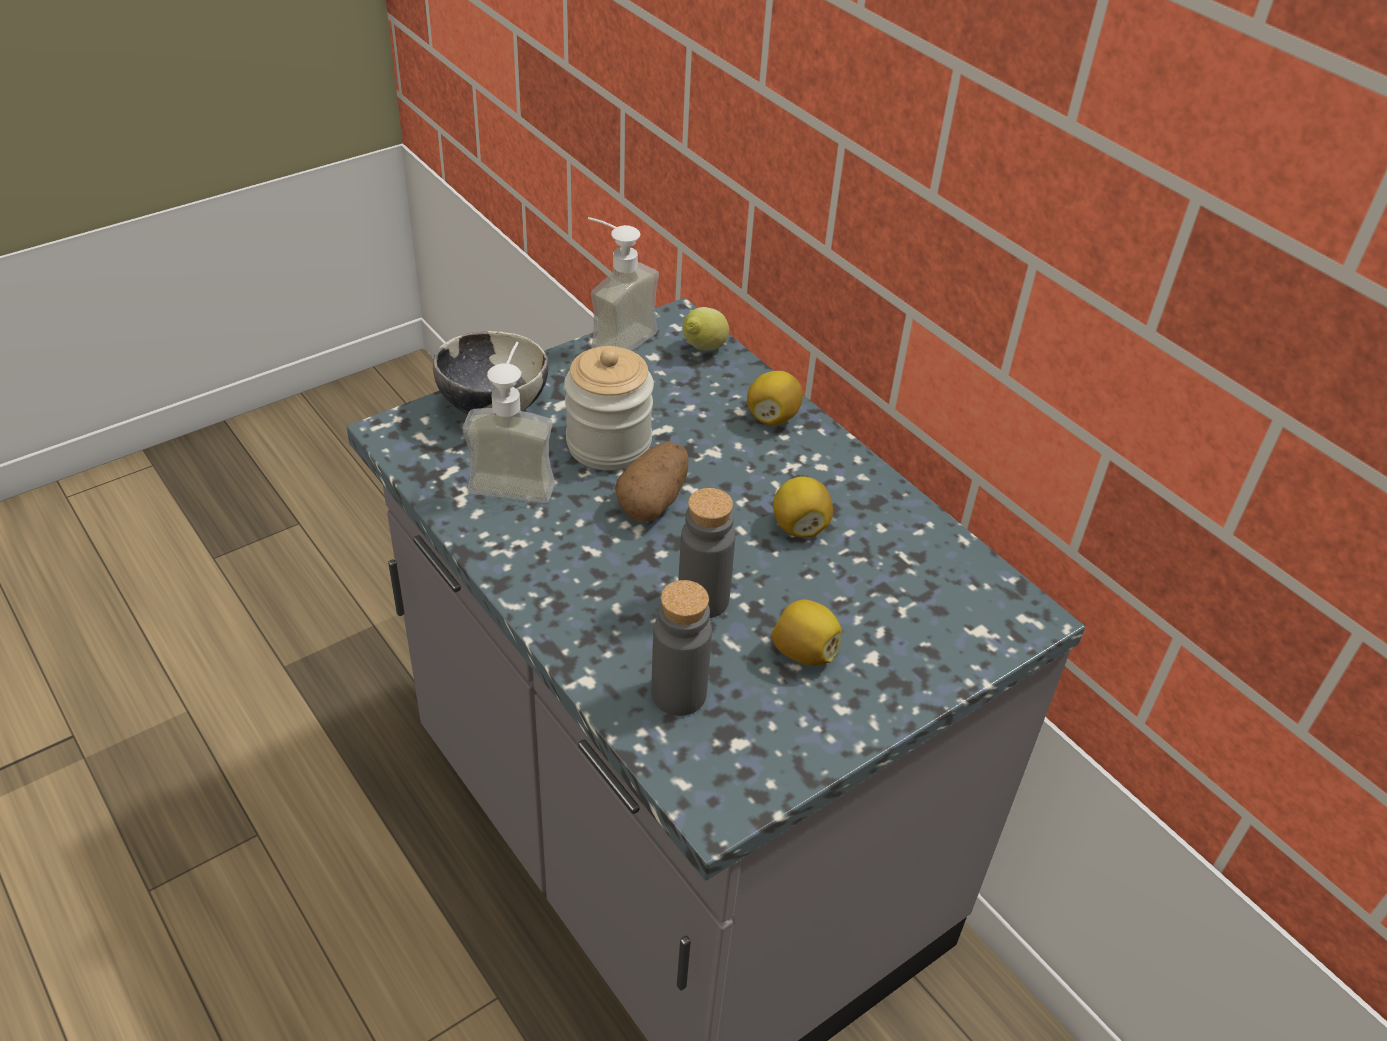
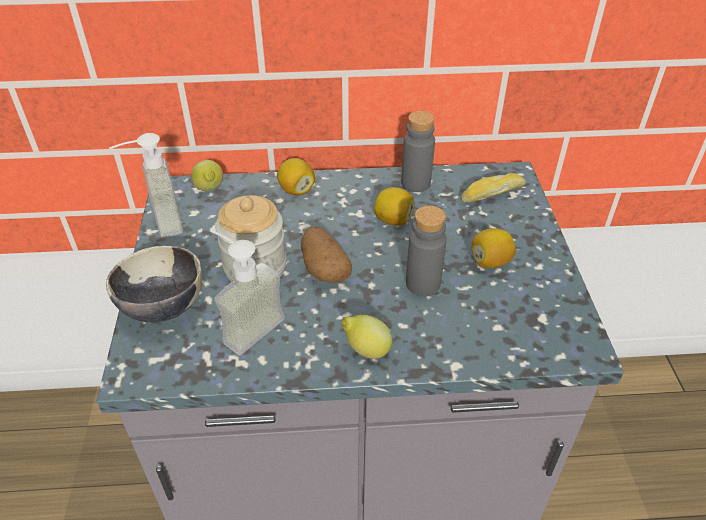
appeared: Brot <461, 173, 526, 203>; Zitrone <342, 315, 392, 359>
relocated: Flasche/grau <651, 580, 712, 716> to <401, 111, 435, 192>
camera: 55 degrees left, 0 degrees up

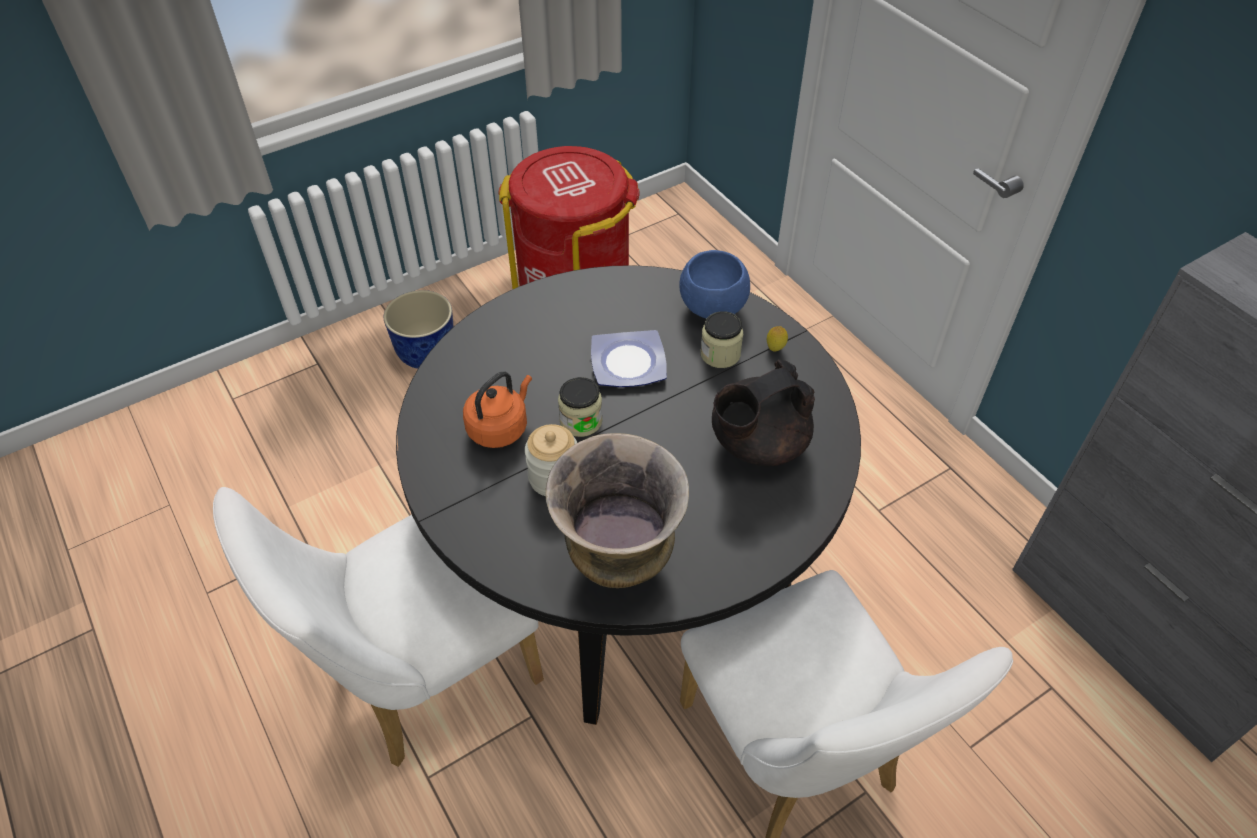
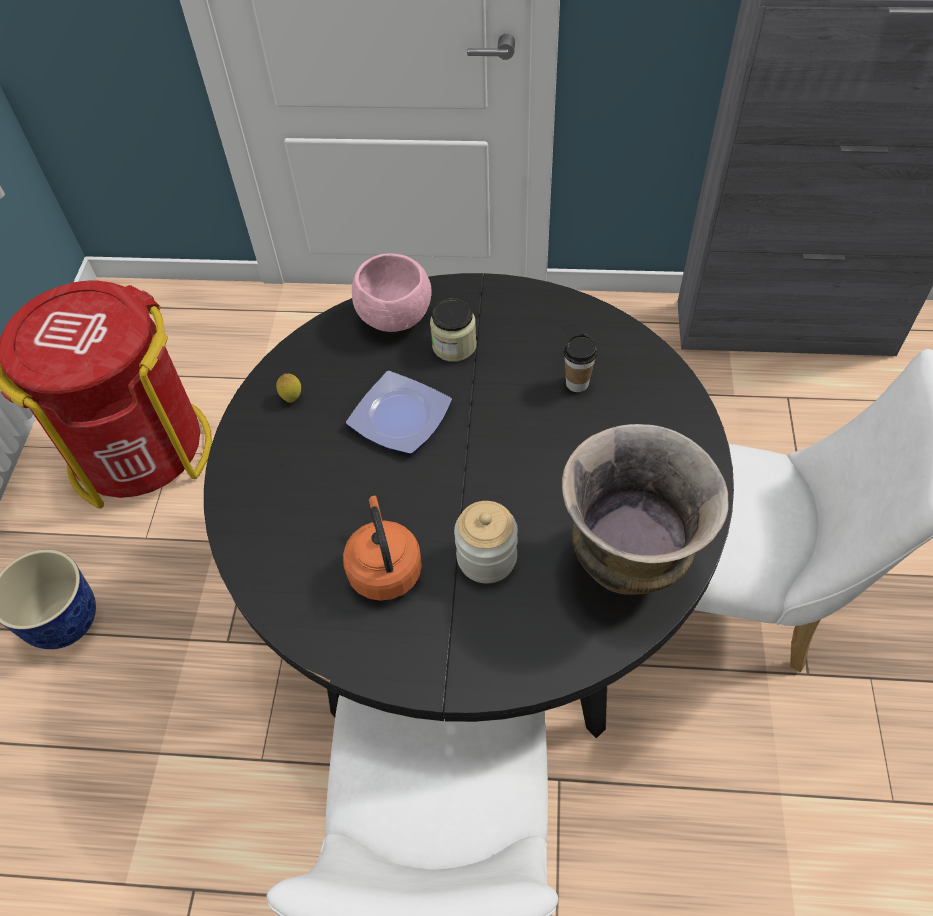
missing: Vorratsglas <558, 377, 603, 437>
relocated: Zitrone <767, 326, 788, 351> to <276, 374, 301, 403>
exchanged: Teekanne/schwarz <712, 360, 815, 466> to Tasse <564, 333, 597, 392>
colour: Schüssel/blau <679, 250, 750, 319> to Schüssel/rosa <352, 253, 431, 332>
camera: 50 degrees left, 5 degrees up

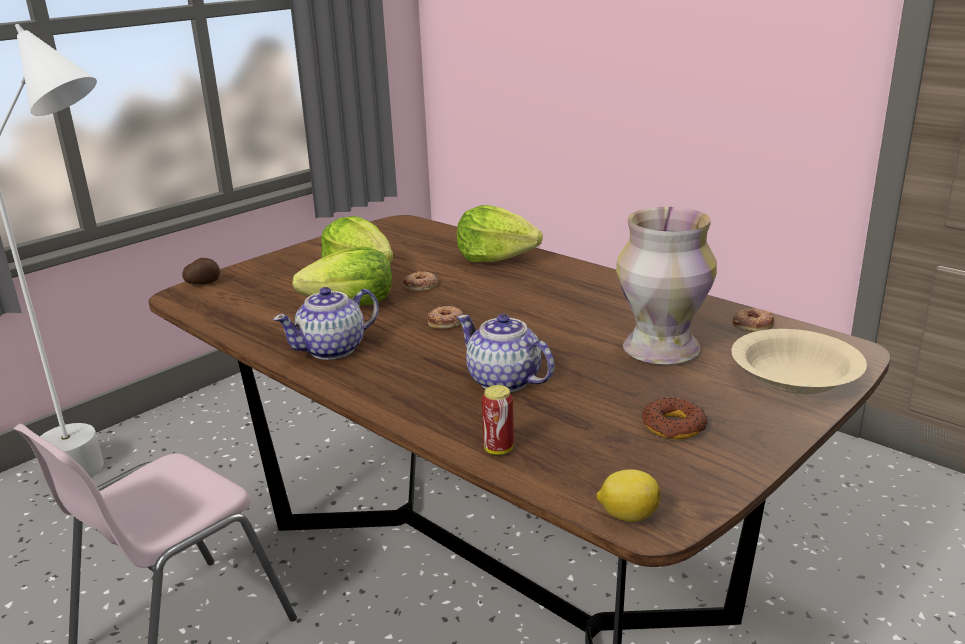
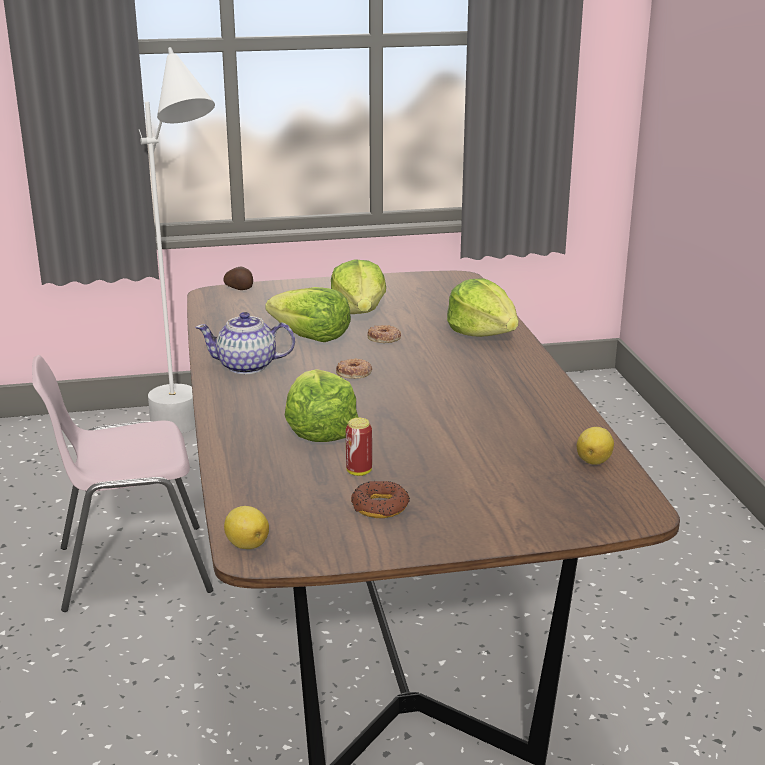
missing: Vase <616, 207, 717, 364>; Schüssel/beige <731, 329, 867, 394>
relocated: Dose <482, 385, 514, 455> to <346, 418, 372, 476>
exchanged: Donut <732, 307, 774, 332> to Zitrone <577, 427, 614, 465>; Teekanne <457, 314, 554, 392> to Salatkopf <285, 369, 359, 442>
camera: 35 degrees right, 0 degrees up

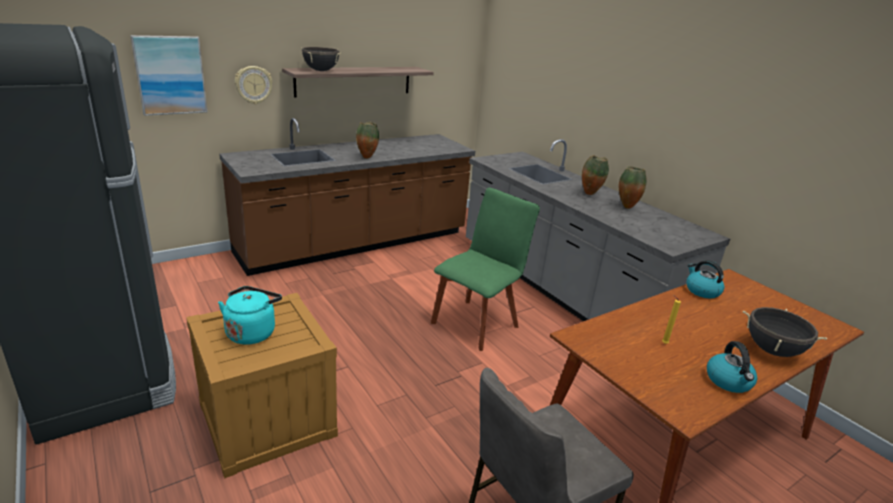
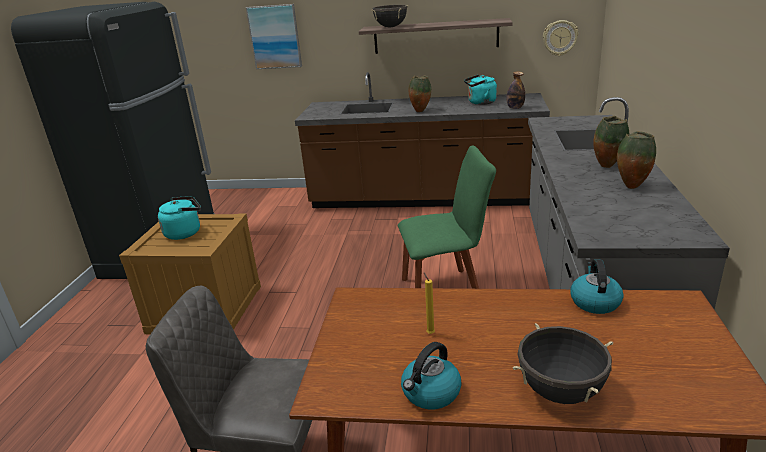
appeared: Flasche <507, 71, 525, 109>; Wasserkessel/türkis <464, 75, 497, 105>
relocated: Wanduhr <235, 66, 273, 104> to <543, 20, 578, 56>
camera: 45 degrees right, 0 degrees up

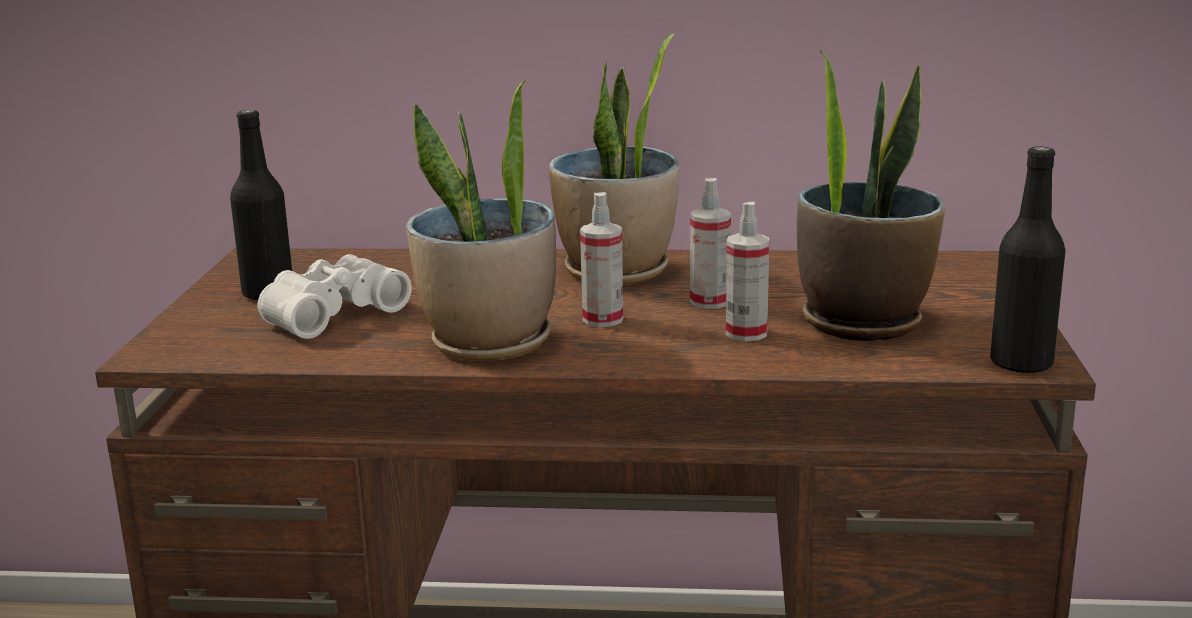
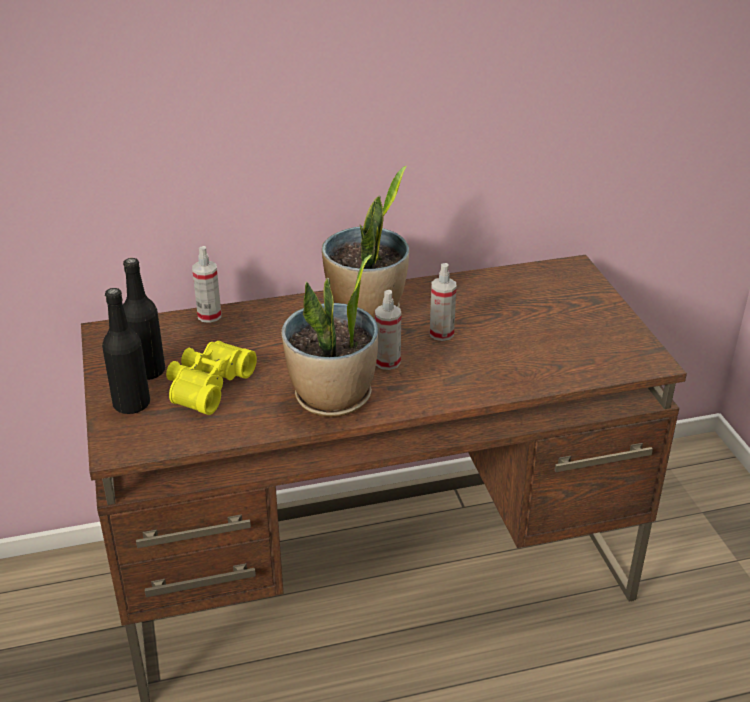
missing: Topfpflanze <797, 48, 946, 341>
relocated: Flasche/schwarz <990, 147, 1066, 373> to <102, 288, 150, 414>; Sprühflasche <726, 202, 769, 341> to <192, 246, 222, 323>
colour: Fernglas/weiß <258, 254, 412, 339> to Fernglas/gelb <166, 341, 257, 415>
camera: 20 degrees left, 15 degrees up

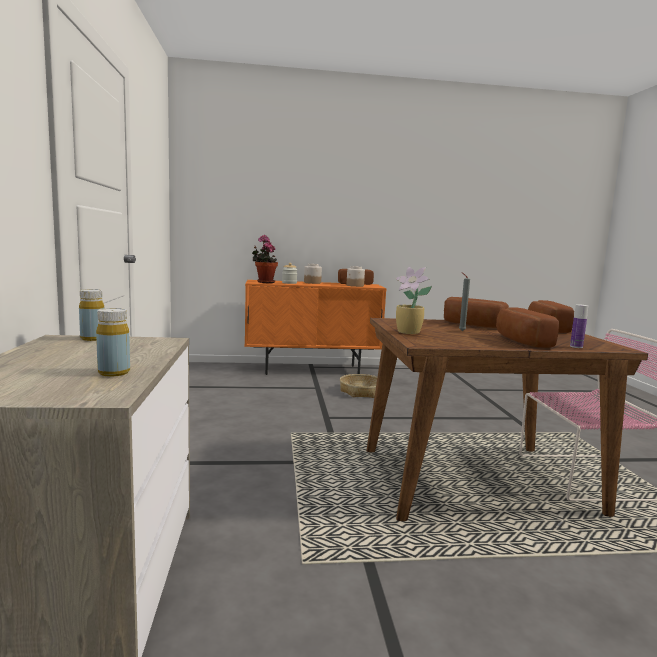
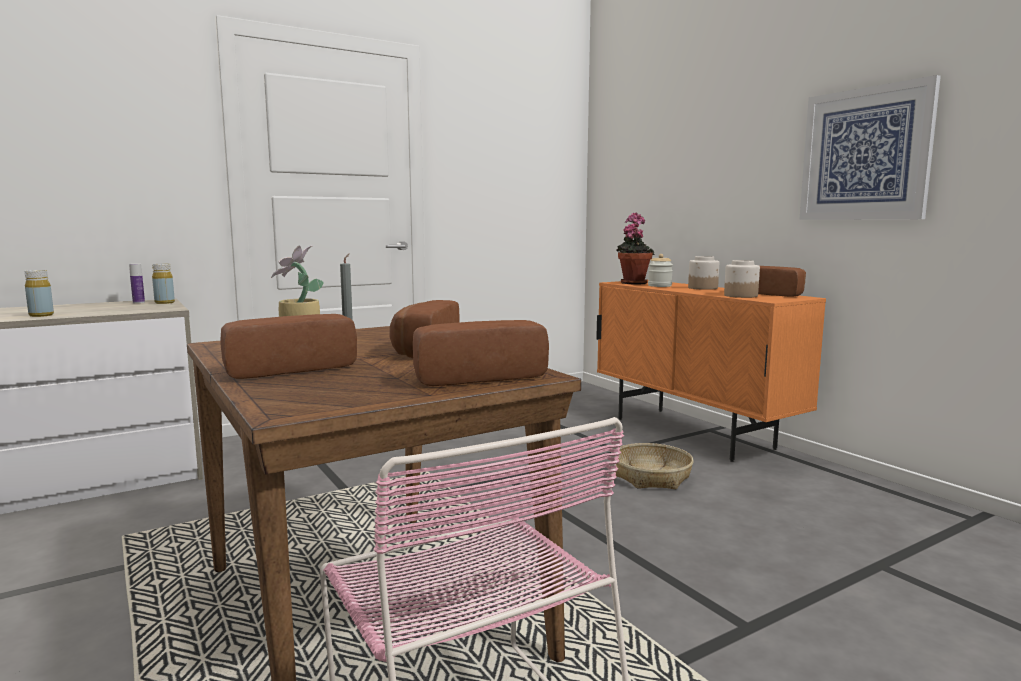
appeared: Bild <799, 75, 941, 220>
relocated: Flasche <570, 304, 588, 348> to <129, 264, 145, 303>
camera: 65 degrees right, 0 degrees up

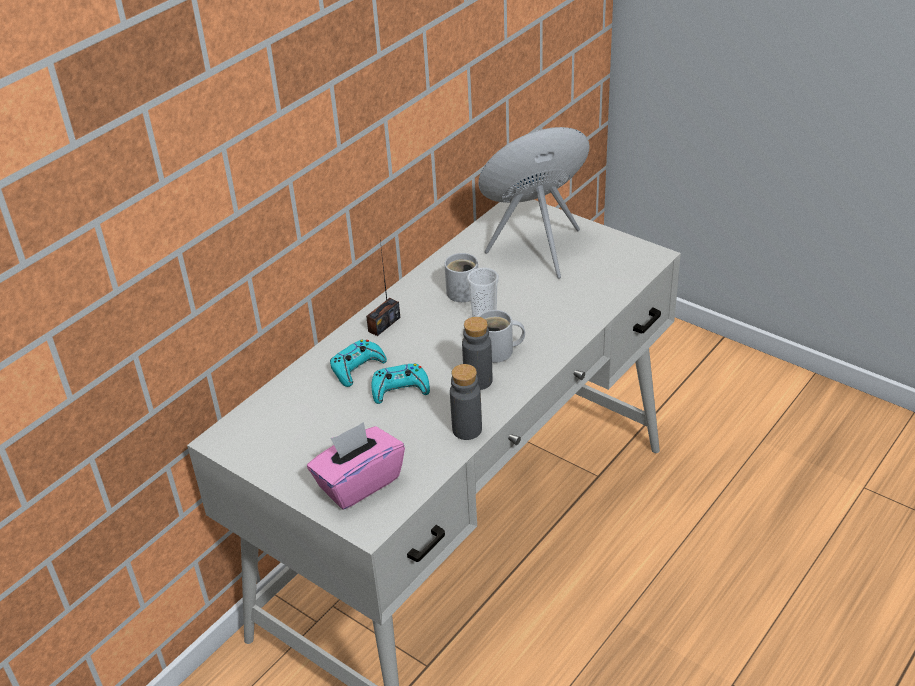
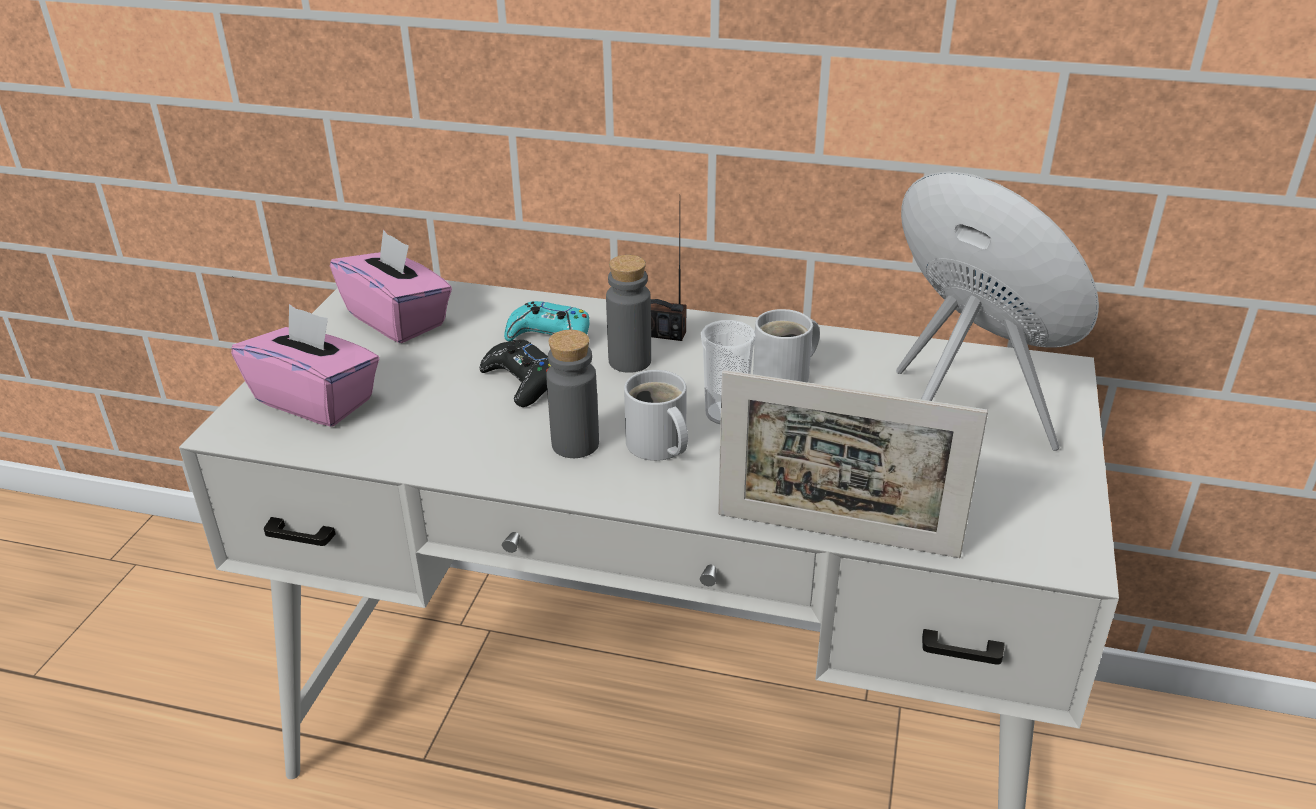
appeared: Taschentuchbox/rosa <330, 230, 452, 343>; Bilderrahmen <718, 370, 988, 558>
relocated: Flasche/grau <450, 364, 482, 440> to <606, 255, 651, 373>
colour: Gamepad/türkis <371, 364, 430, 404> to Gamepad/schwarz <480, 340, 551, 407>
camera: 65 degrees right, 5 degrees down

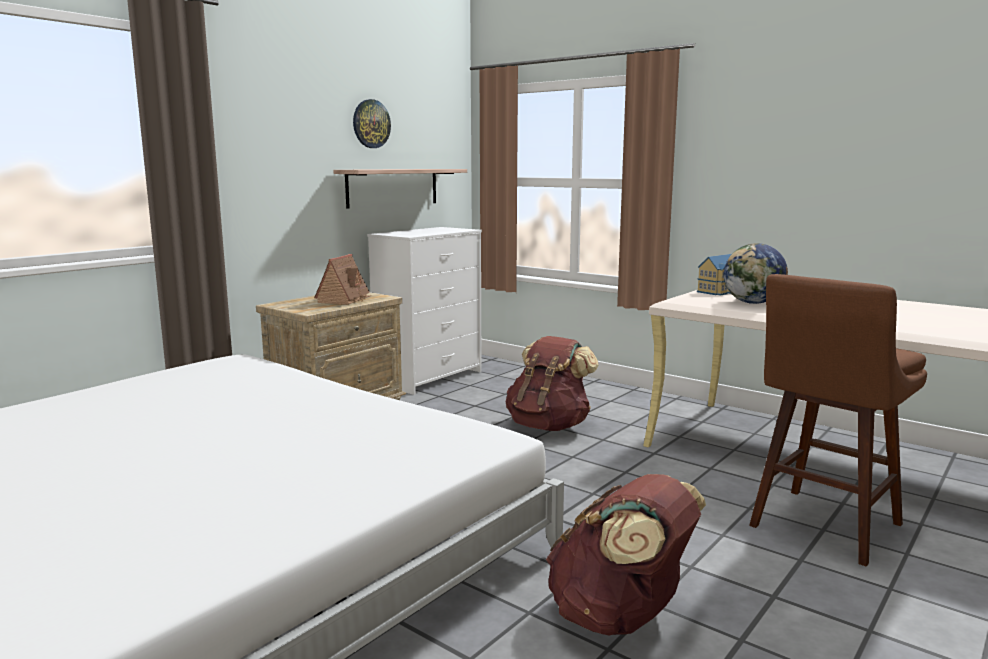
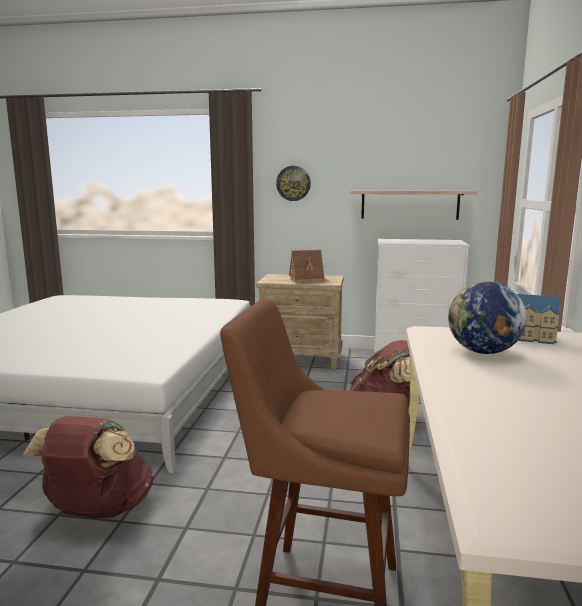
relocated: Wanduhr <353, 99, 391, 148> to <276, 166, 311, 201>
camera: 60 degrees right, 0 degrees up

